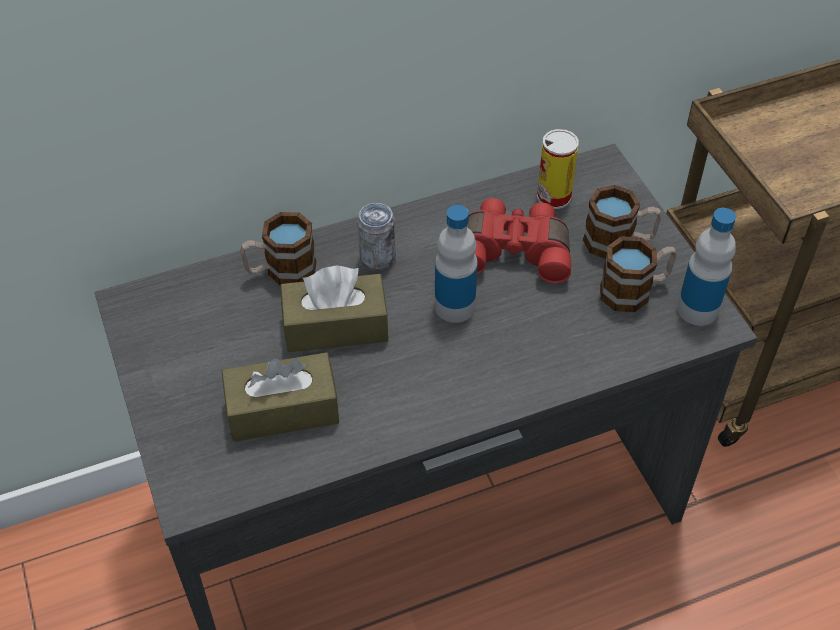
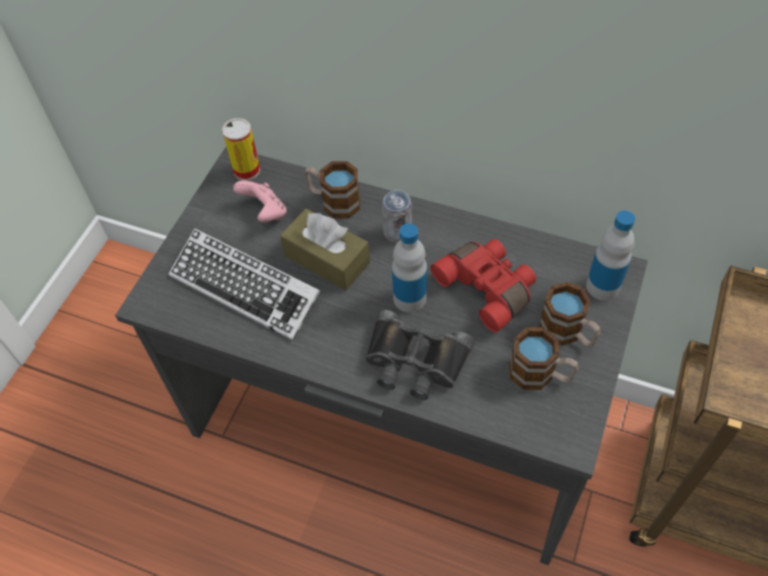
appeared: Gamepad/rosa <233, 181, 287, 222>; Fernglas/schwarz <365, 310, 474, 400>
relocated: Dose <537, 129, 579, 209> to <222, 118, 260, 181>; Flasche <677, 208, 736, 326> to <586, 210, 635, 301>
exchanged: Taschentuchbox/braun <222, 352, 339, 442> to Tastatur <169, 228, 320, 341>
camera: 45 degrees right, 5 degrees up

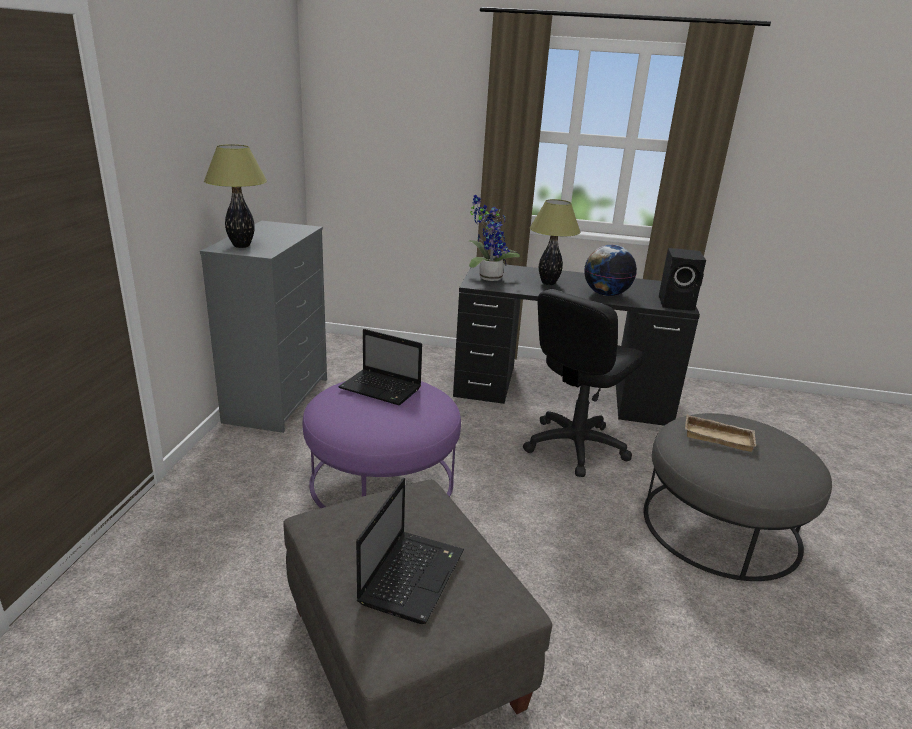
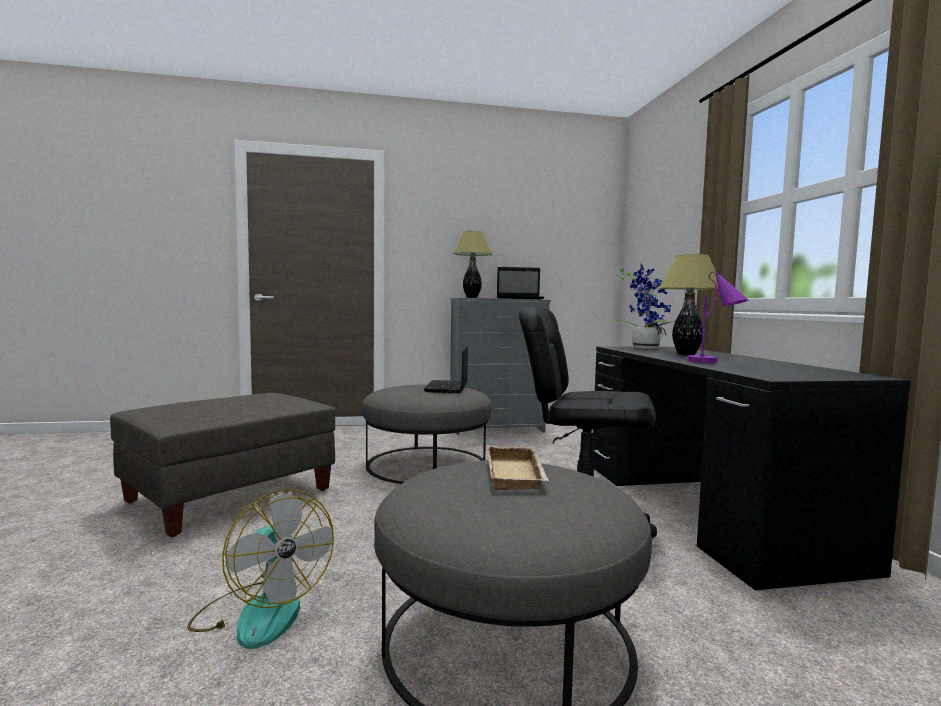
missing: Lautsprecher/schwarz <659, 248, 706, 311>
appeared: Ventilator <187, 489, 334, 649>
relocated: Laptop <356, 478, 464, 624> to <497, 267, 544, 299>
exchanged: Globus <584, 245, 637, 296> to Tischlampe/lila <687, 271, 748, 363>
colour: Polsterhocker/lila <302, 381, 461, 508> to Polsterhocker/grau <362, 384, 492, 484>
camera: 70 degrees right, 20 degrees down

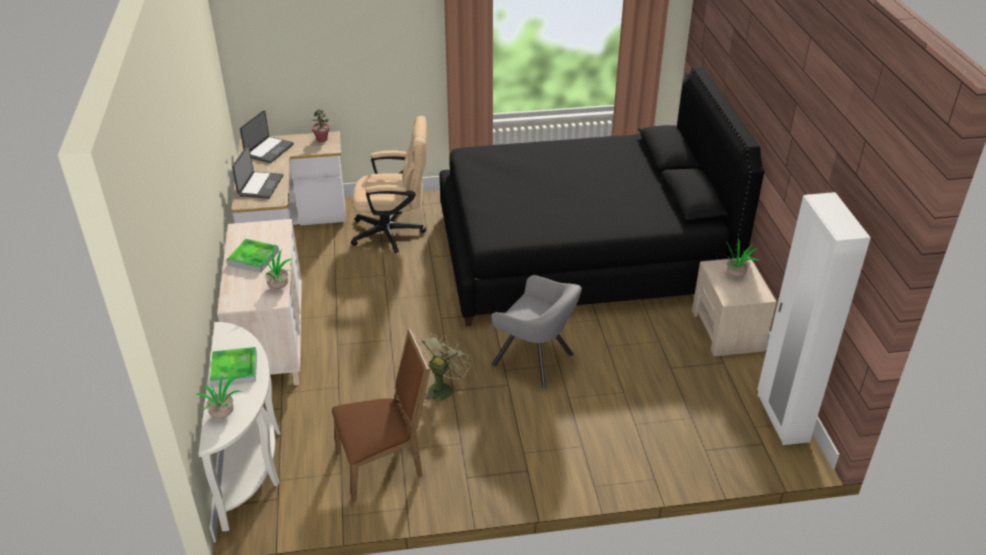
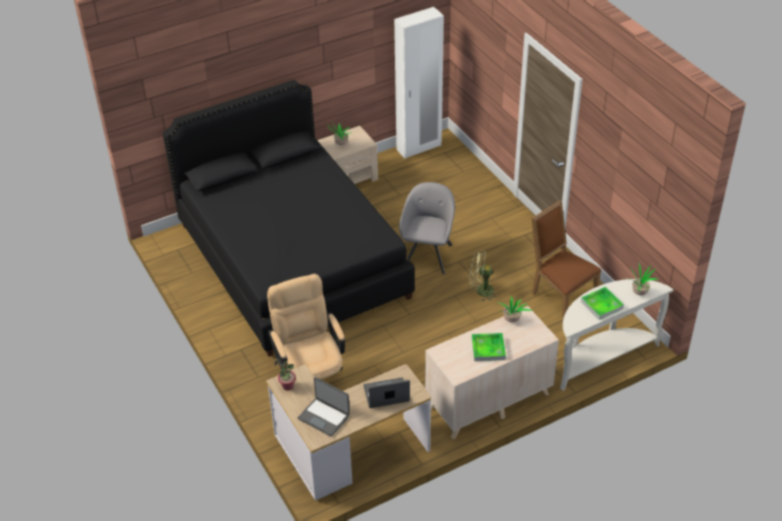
spun: Laptop <240, 110, 294, 163> = <298, 377, 350, 437> 150 degrees counterclockwise
camera: 110 degrees left, 5 degrees up

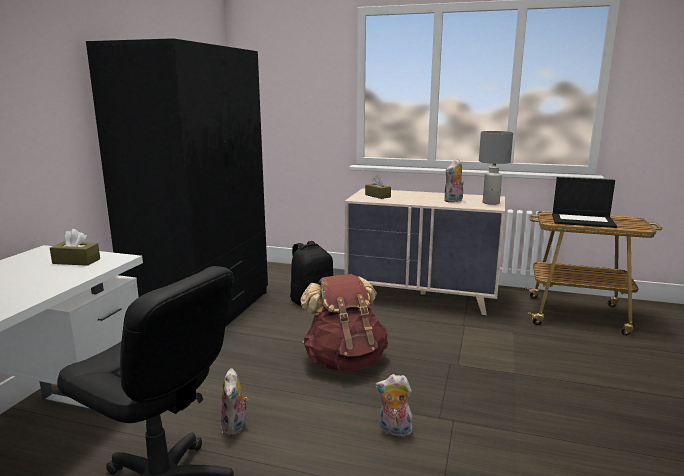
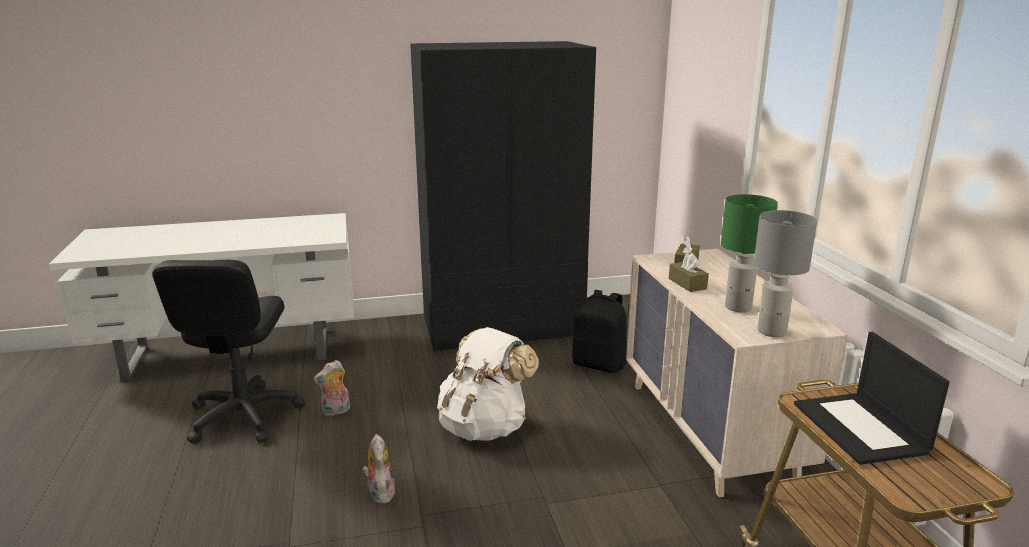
relocated: Taschentuchbox/braun <50, 229, 100, 266> to <669, 253, 709, 292>
exchanged: Plüschtier <444, 159, 464, 202> to Tischlampe/grün <721, 194, 778, 312>
colour: Rucksack/braun <300, 274, 388, 371> to Rucksack/weiß <437, 327, 539, 441>
camera: 60 degrees right, 5 degrees up

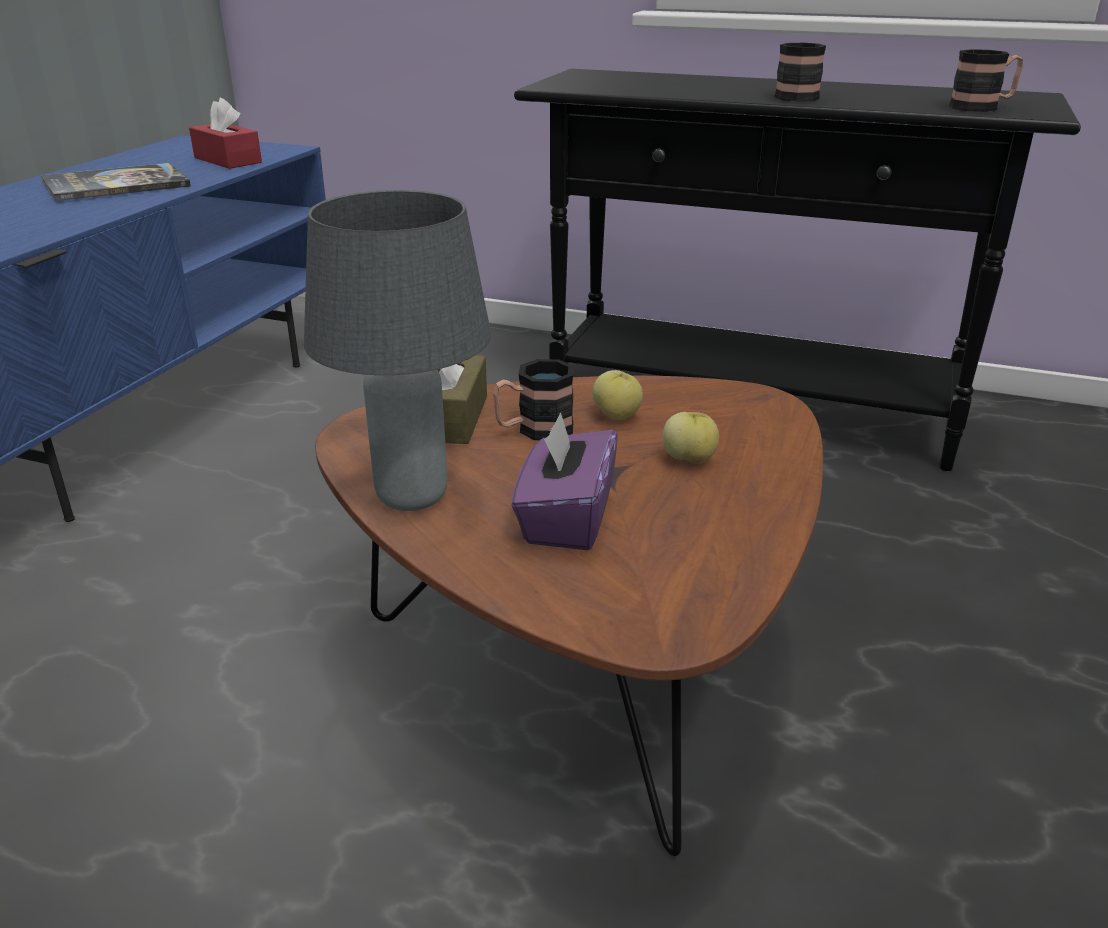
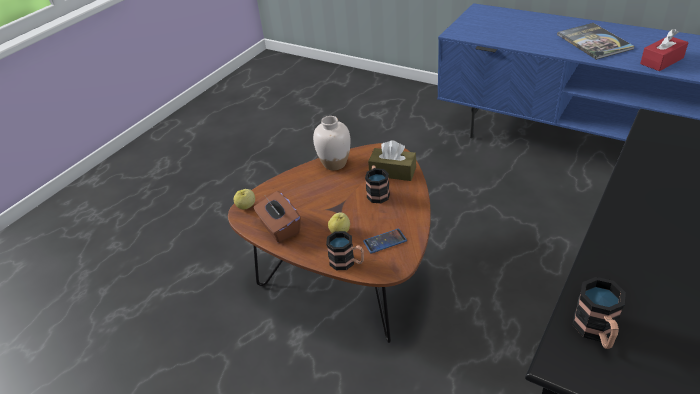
missing: Taschentuchbox/lila <512, 412, 618, 550>
appeared: Taschentuchbox/braun <253, 191, 301, 243>; Handy <363, 228, 407, 254>
relocated: Henkelbecher <775, 43, 826, 102> to <326, 231, 364, 270>; Apfel <592, 370, 643, 420> to <234, 189, 255, 210>
exchanged: Tischlampe/grau <304, 190, 491, 511> to Vase/weiß <313, 116, 351, 171>
camera: 105 degrees right, 10 degrees up

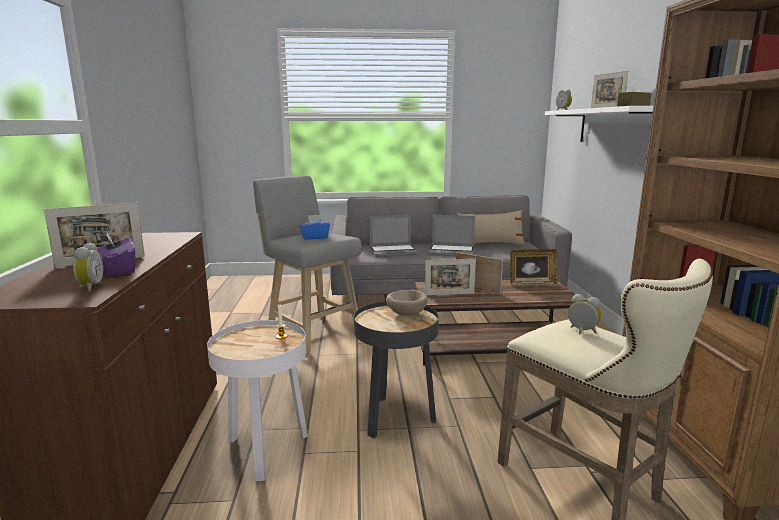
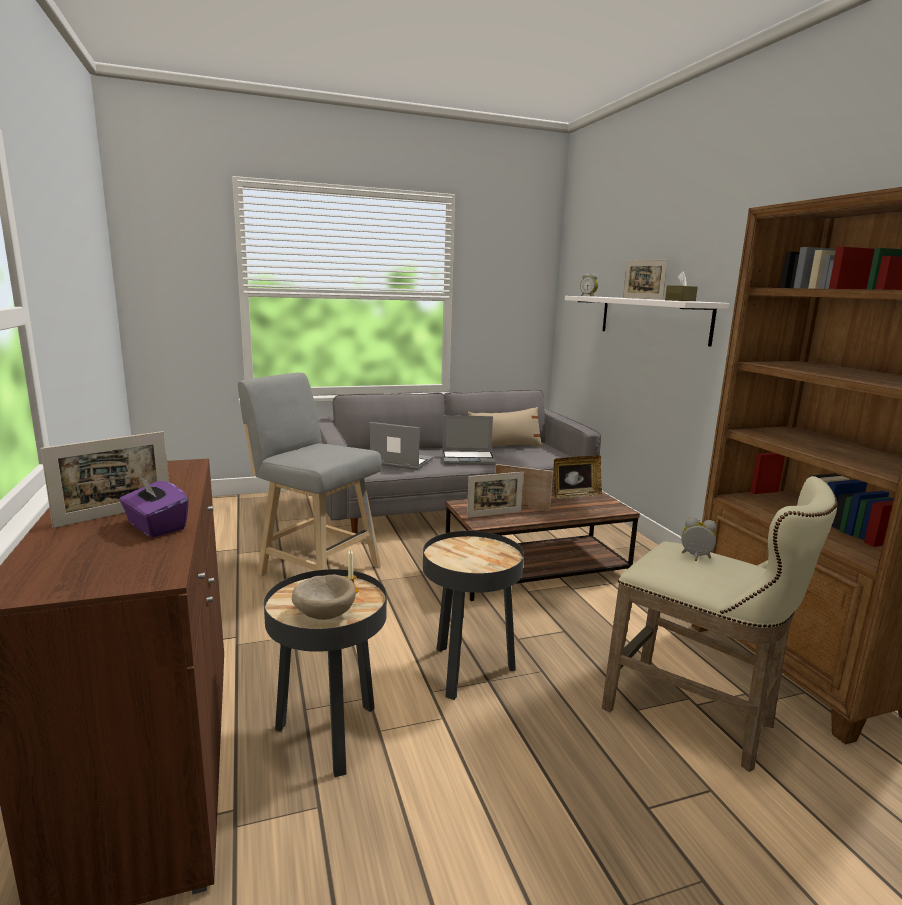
missing: Taschentuchbox/blau <300, 215, 330, 239>; Wecker <73, 243, 103, 292>
relocated: Schüssel/beige <386, 290, 428, 316> to <292, 575, 356, 620>
colour: Beistelltisch/weiß <207, 320, 308, 481> to Beistelltisch/schwarz <264, 569, 387, 777>
spun: Laptop <370, 215, 418, 257> = <370, 422, 433, 470> 135 degrees counterclockwise
camera: 15 degrees left, 0 degrees up

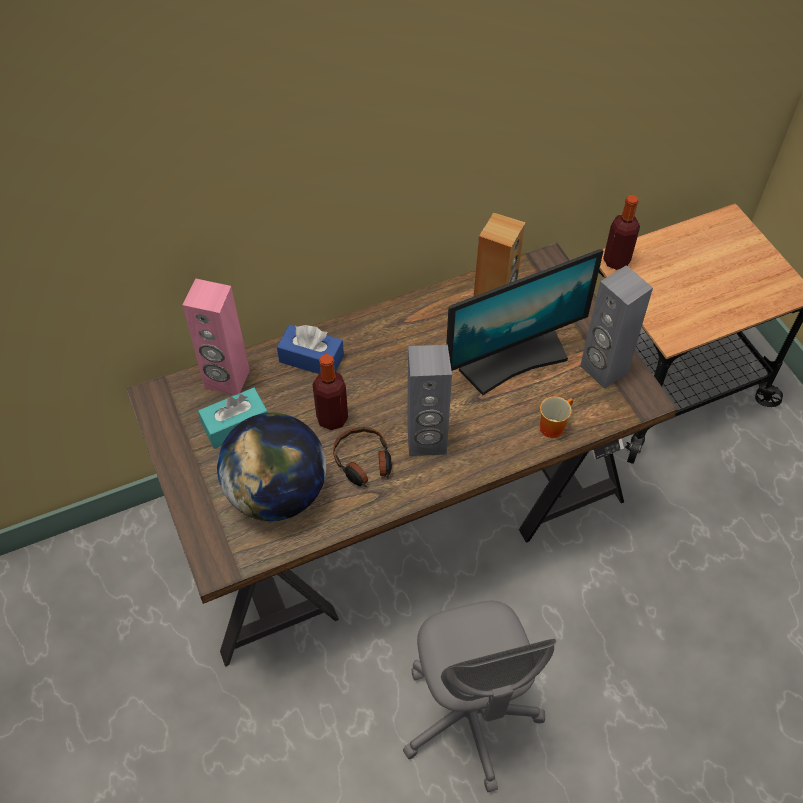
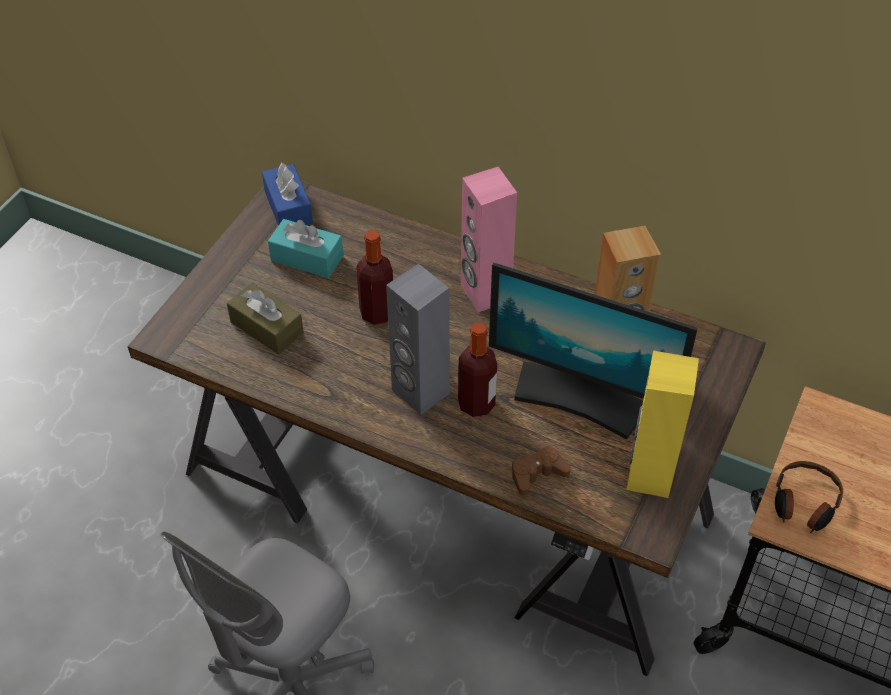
relocated: Flasche <603, 195, 640, 270> to <458, 322, 497, 417>; Lautsprecher/rosa <182, 279, 250, 395> to <461, 167, 517, 312>; Taschentuchbox/blau <277, 324, 344, 374> to <262, 162, 313, 226>; Kopfhörer <333, 427, 392, 488> to <775, 461, 843, 533>
exchanged: Henkelbecher <540, 396, 573, 438> to Gamepad/braun <512, 446, 570, 495>; Globus <217, 413, 326, 521> to Taschentuchbox/braun <227, 283, 304, 355>
colour: Lautsprecher/grau <580, 265, 653, 389> to Lautsprecher/gelb <627, 350, 699, 498>
camera: 50 degrees right, 5 degrees down

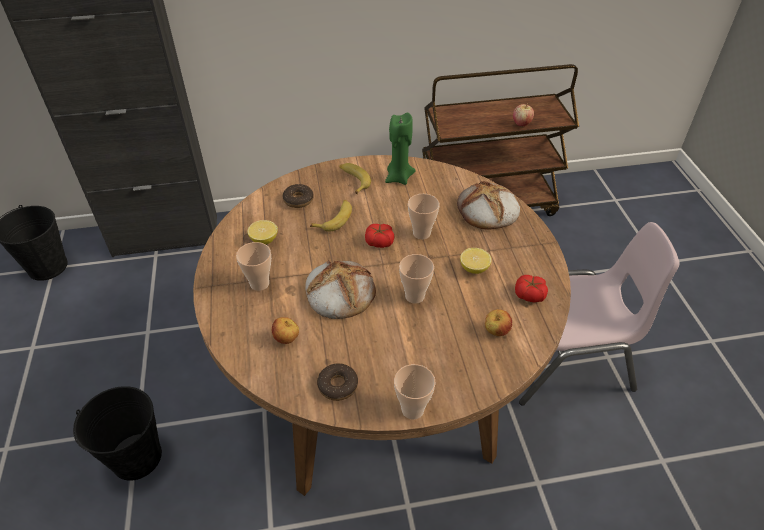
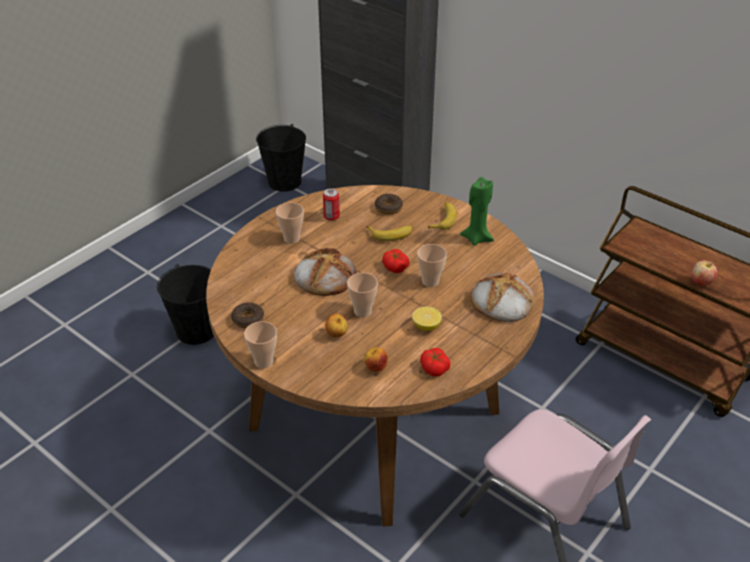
relocated: Apfel <272, 317, 299, 344> to <325, 313, 348, 337>
exchanged: Zitrone <247, 220, 278, 244> to Dose <323, 188, 340, 221>
camera: 50 degrees right, 5 degrees down

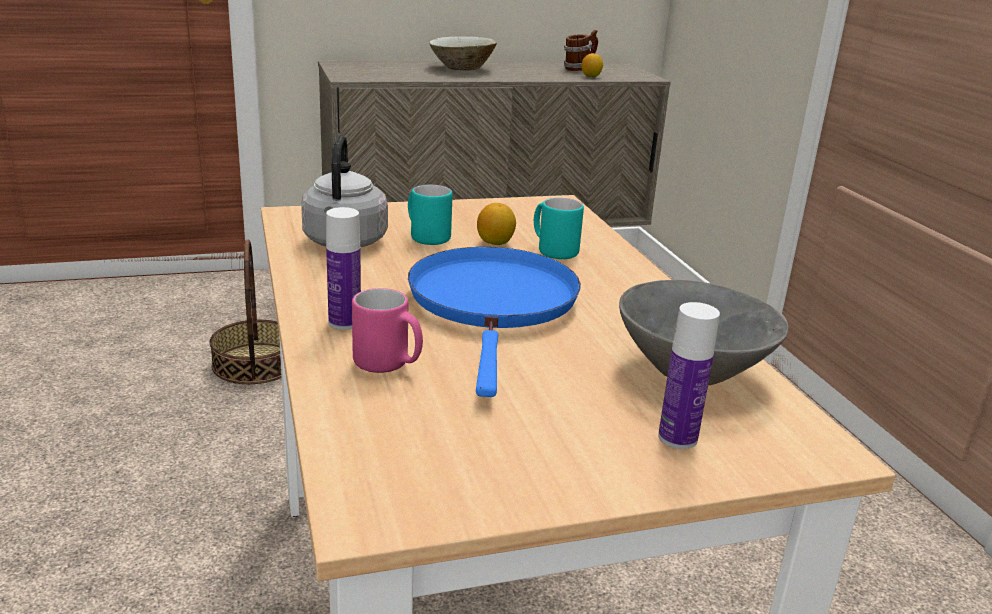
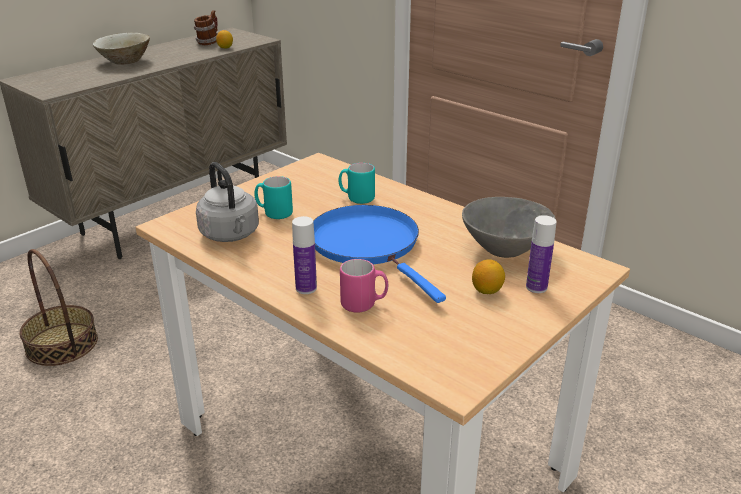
relocated: Zitrone <477, 203, 516, 245> to <472, 259, 505, 294>
camera: 30 degrees left, 5 degrees up

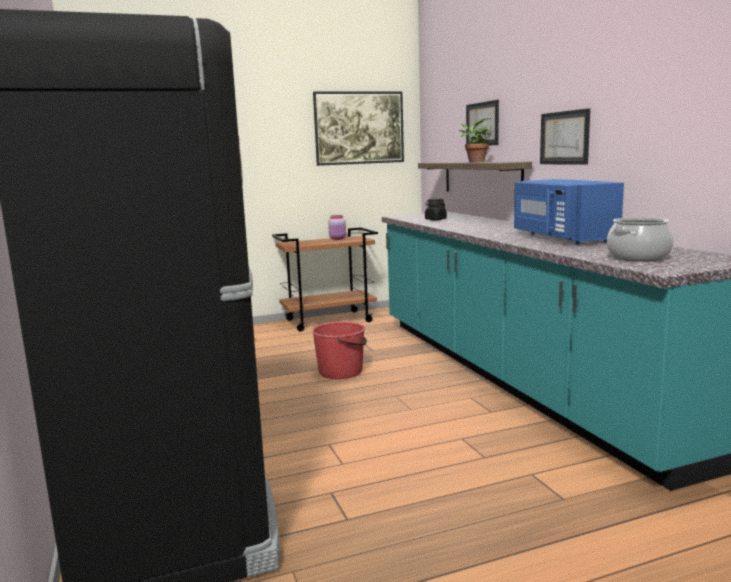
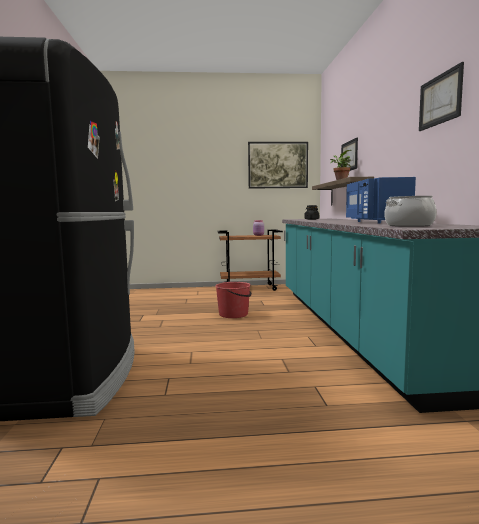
relocated: Bild <540, 108, 590, 164> to <419, 62, 464, 131>
camera: 15 degrees right, 5 degrees down

